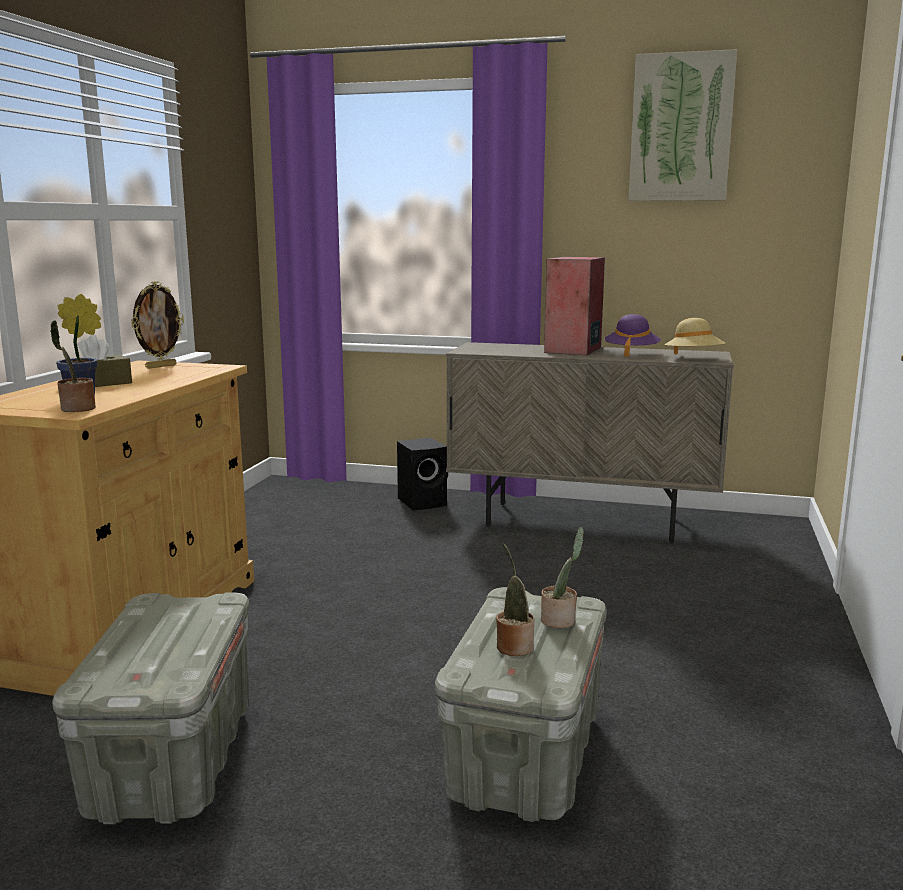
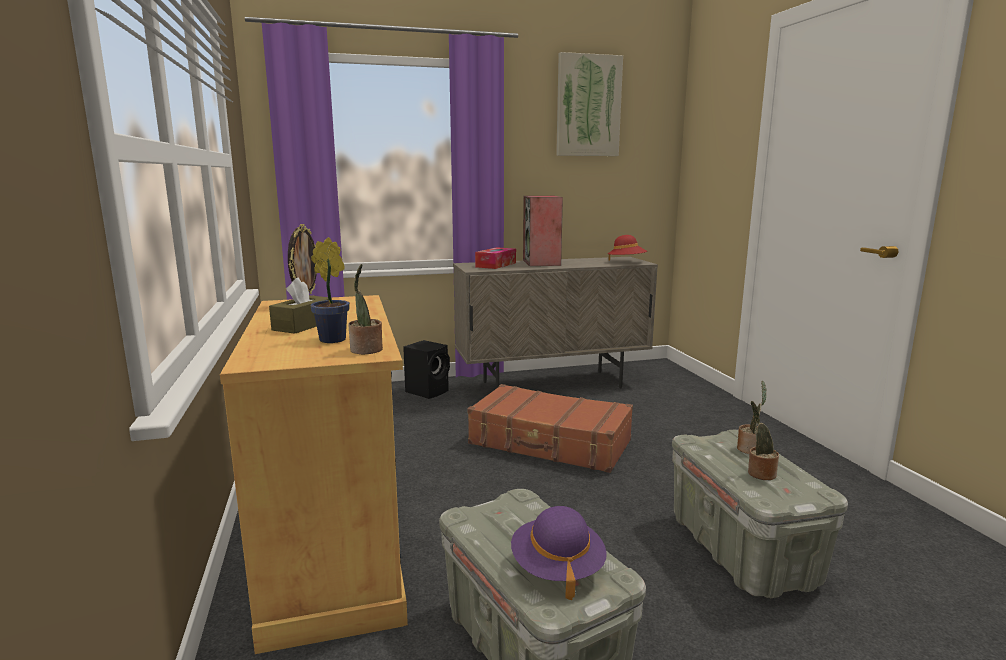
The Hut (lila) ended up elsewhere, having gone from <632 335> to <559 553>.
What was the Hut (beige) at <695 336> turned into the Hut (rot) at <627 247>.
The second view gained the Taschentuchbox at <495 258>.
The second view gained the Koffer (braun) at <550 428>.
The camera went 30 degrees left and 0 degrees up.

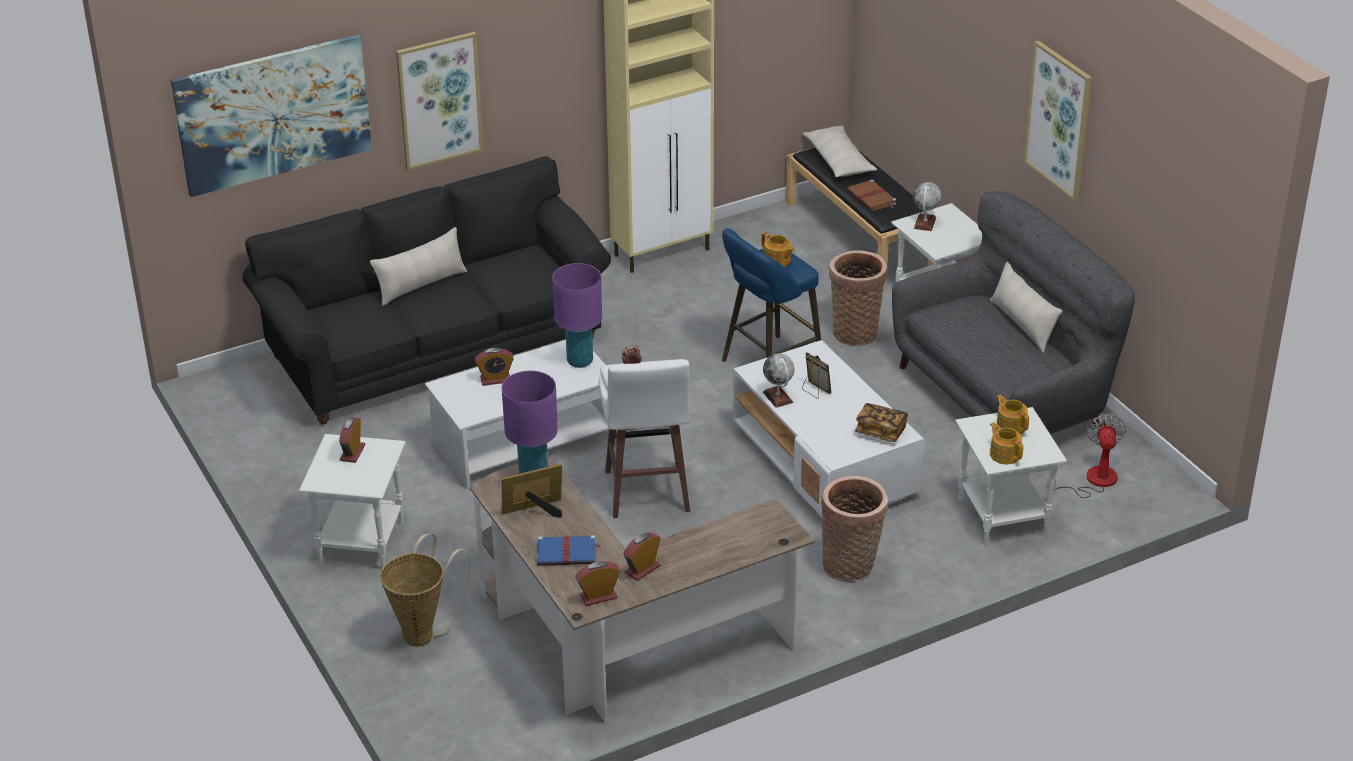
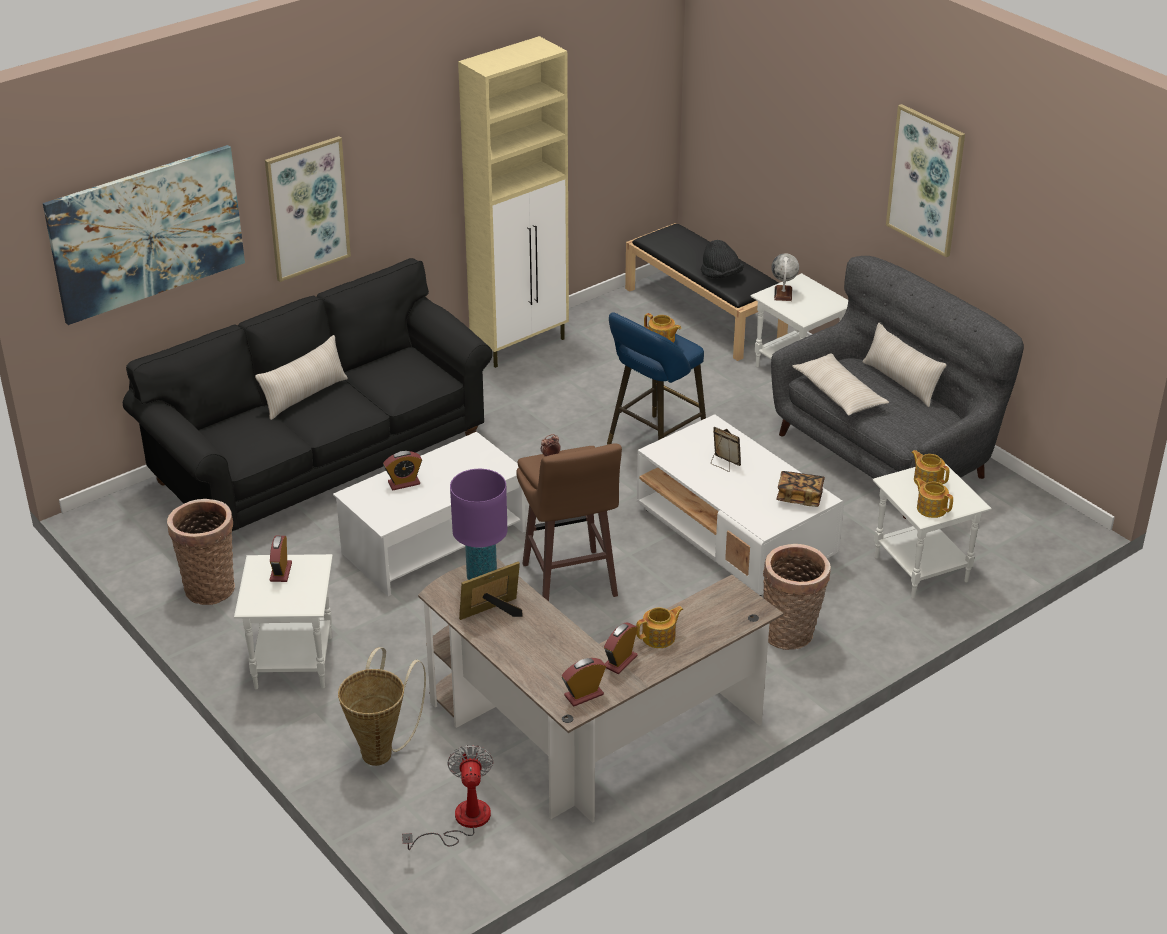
The Kissen (beige) ended up elsewhere, having gone from <840 151> to <840 384>.
Where the Buch (braun) stood at <871 195>, the Hut (schwarz) came to stand at <722 259>.
The Korb ended up elsewhere, having gone from <858 298> to <201 552>.
The second view lost the Tischlampe (lila) at <577 315>.
The second view lost the Globus at <779 380>.
What was the Hocker (weiß) at <645 438> turned into the Hocker (braun) at <569 522>.
The Ventilator ended up elsewhere, having gone from <1086 456> to <447 797>.
The second view lost the Buch (blau) at <569 550>.
The second view gained the Teekanne at <659 627>.
The camera went 10 degrees left and 0 degrees up.

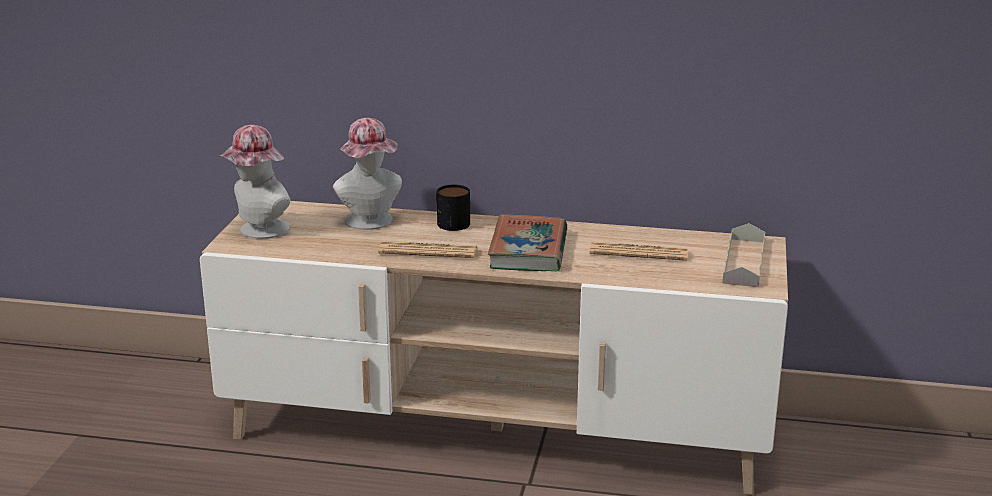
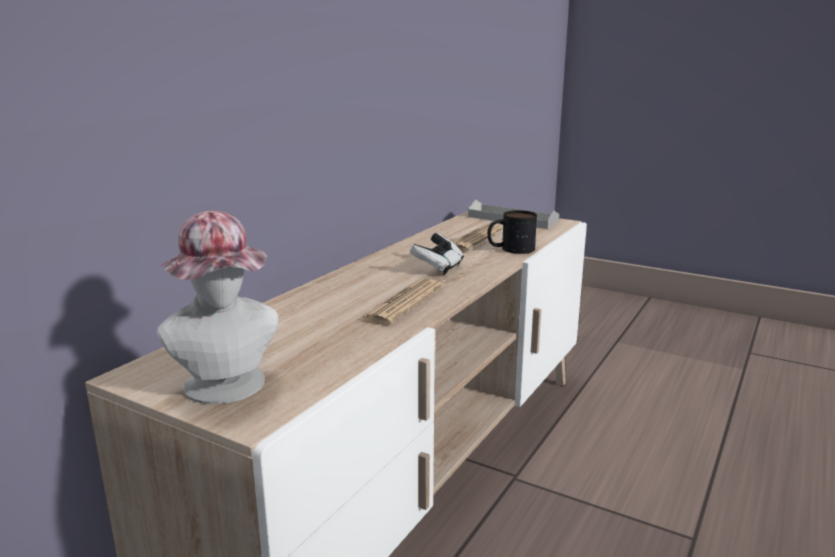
The second view lost the Hut at <367 174>.
The Henkelbecher ended up elsewhere, having gone from <453 208> to <512 232>.
Where the Buch stood at <527 242>, the Gamepad came to stand at <437 254>.
The camera went 70 degrees left and 5 degrees down.

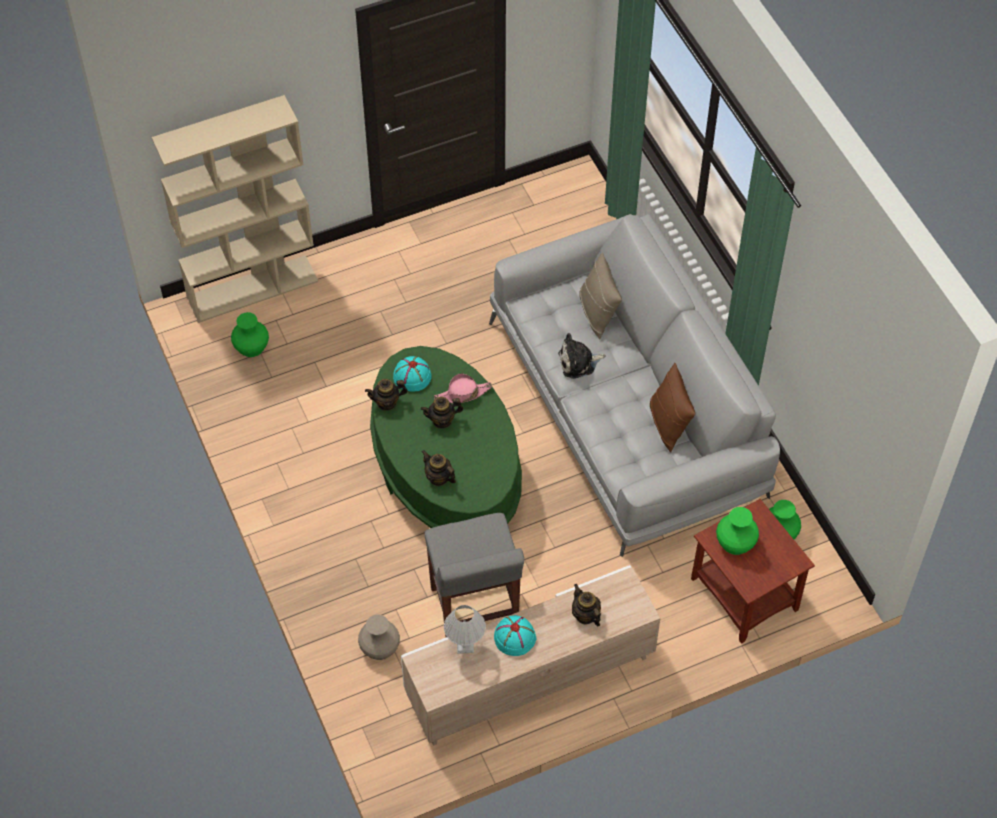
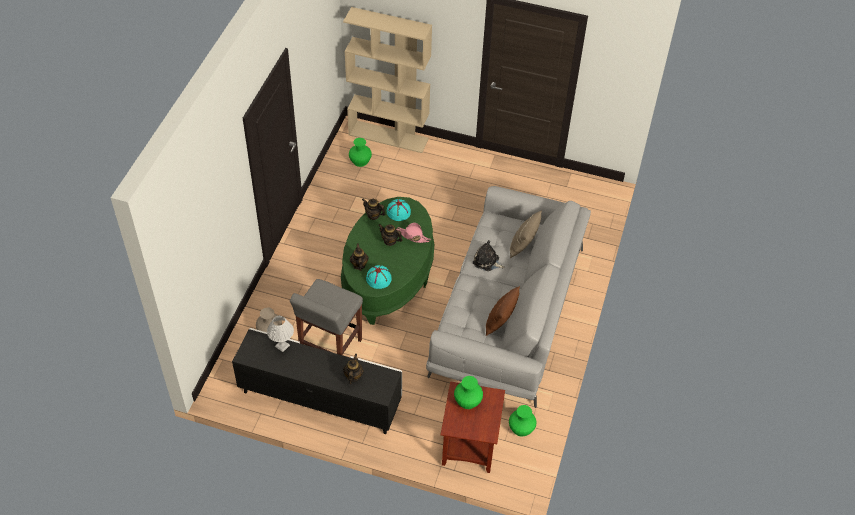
What was the Fernsehschrank (beige) at <530 655> turned into the Fernsehschrank (schwarz) at <317 381>.
The Hut (türkis) ended up elsewhere, having gone from <515 635> to <378 277>.
The camera went 40 degrees right and 5 degrees down.

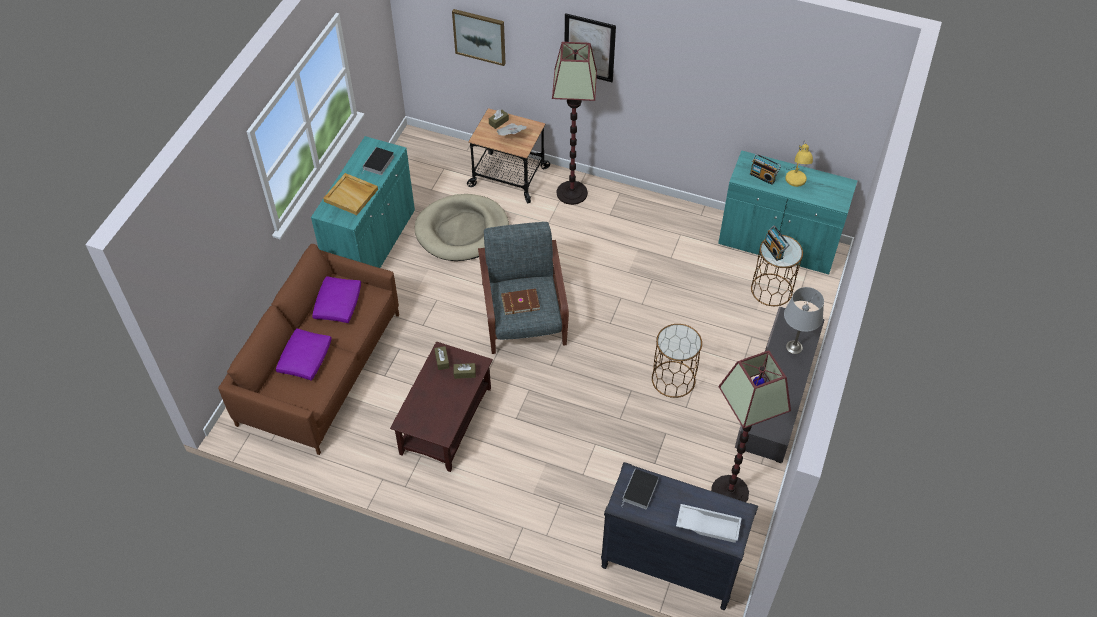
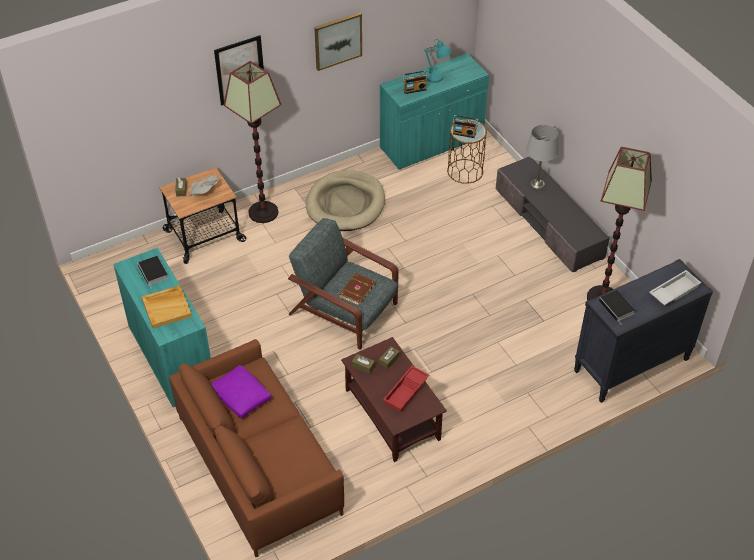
The Bild ended up elsewhere, having gone from <479 37> to <338 41>.
What was the Tischlampe (gelb) at <799 163> turned into the Tischlampe (türkis) at <438 61>.
The Hundebett (beige) ended up elsewhere, having gone from <462 227> to <345 200>.
The second view lost the Beistelltisch (braun) at <677 361>.
The second view lost the Kissen (lila) at <304 354>.
The second view gained the Tablett (rot) at <406 389>.
The camera went 50 degrees left and 5 degrees down.

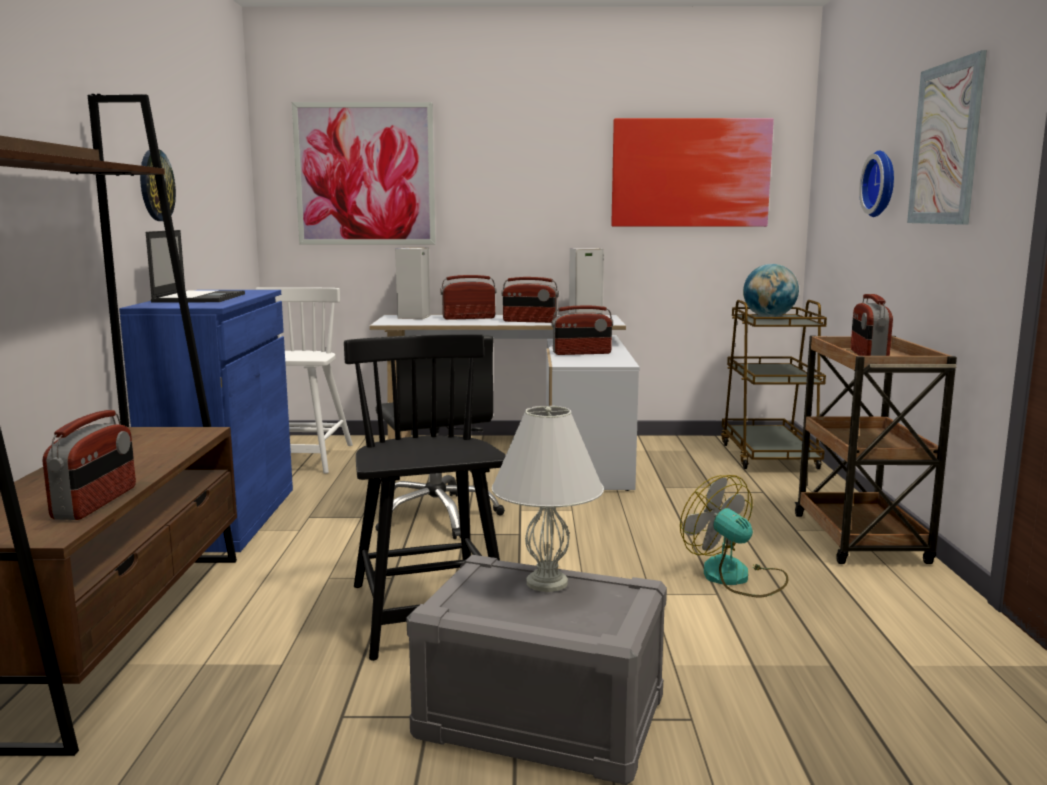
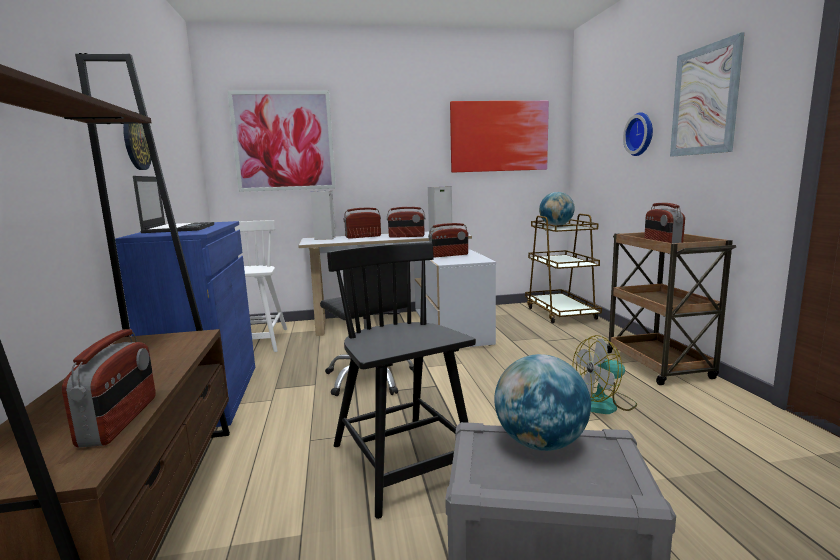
Where the Tischlampe (weiß) stood at <548 499>, the Globus came to stand at <542 402>.
The Ventilator at <734 536> ended up facing another way, 60 degrees counterclockwise from before.
The camera went 10 degrees left and 0 degrees up.

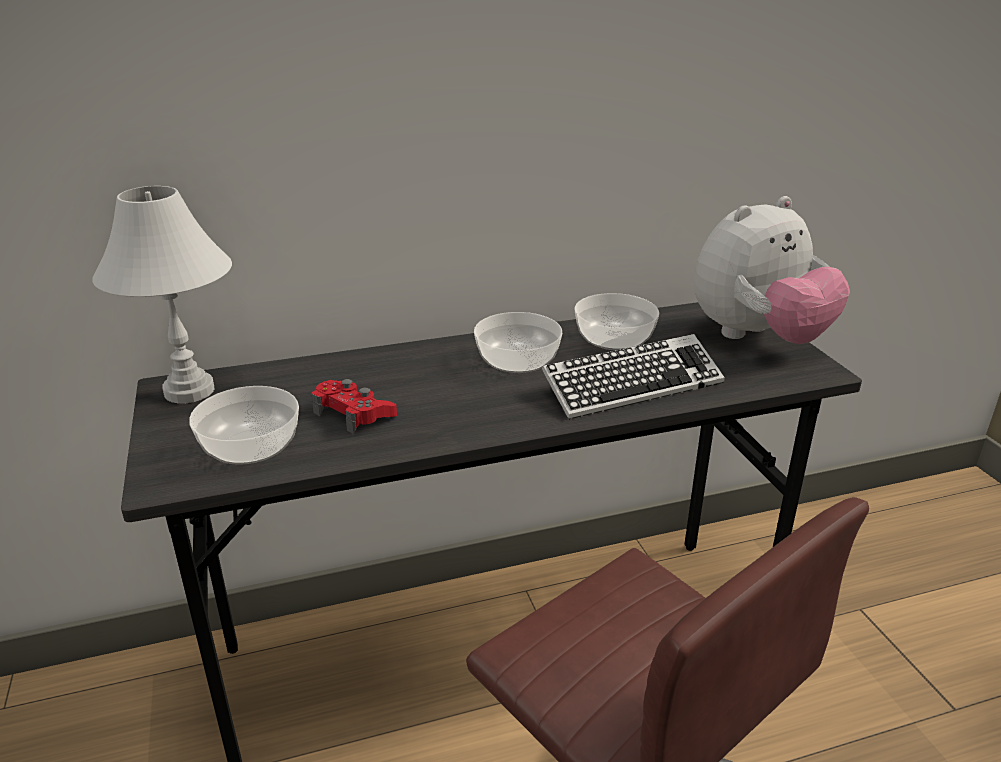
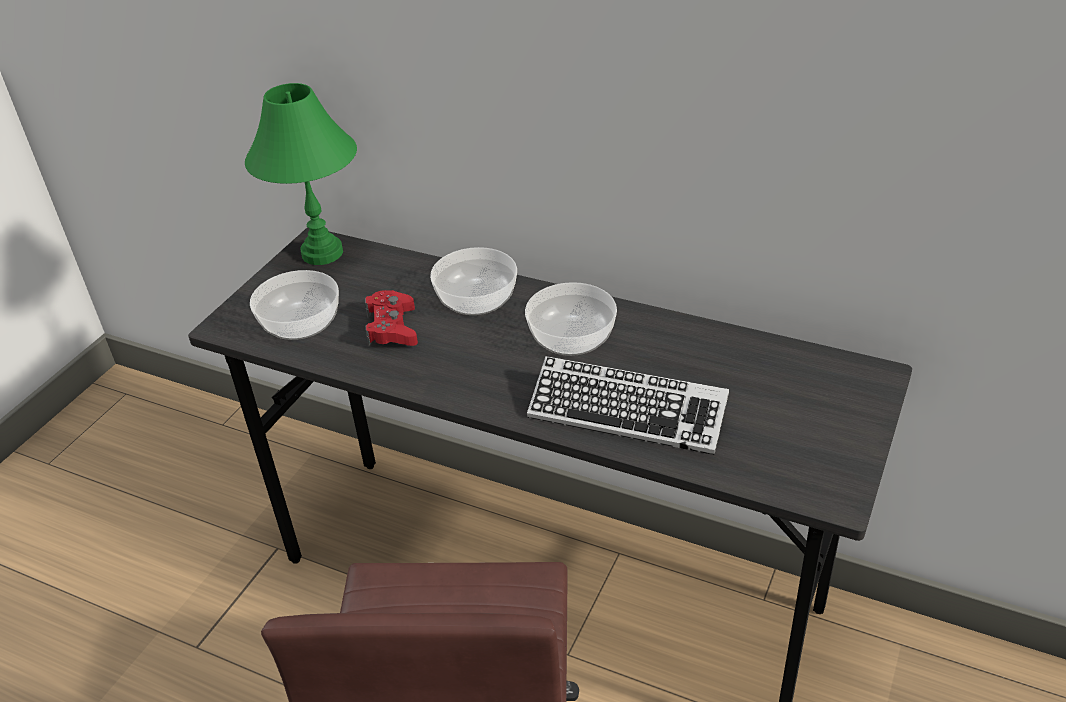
What was the Tischlampe (weiß) at <162 294> turned into the Tischlampe (grün) at <301 174>.
The second view lost the Plüschtier at <772 270>.
The Schüssel ended up elsewhere, having gone from <616 321> to <473 281>.
The camera went 45 degrees right and 10 degrees up.

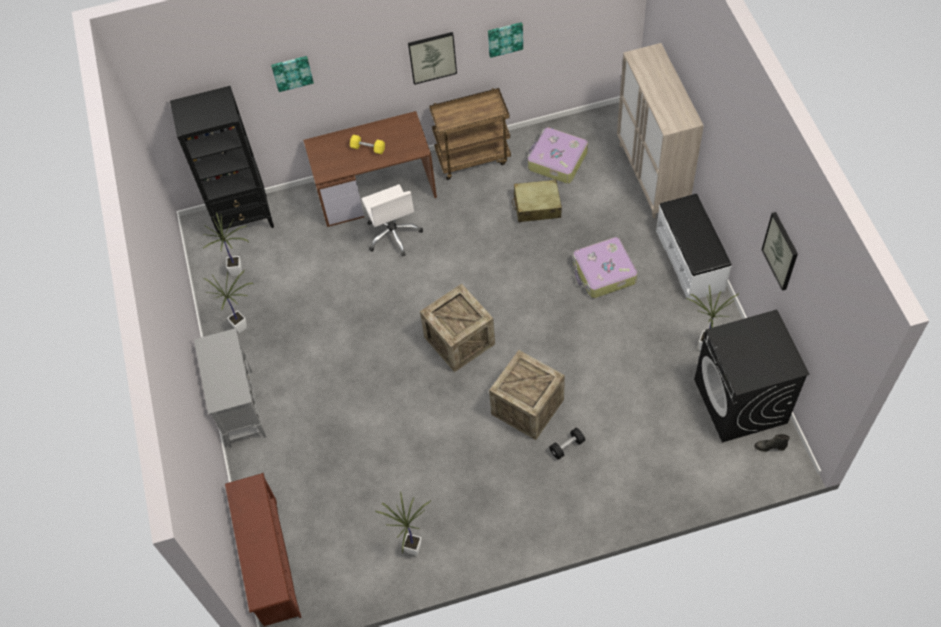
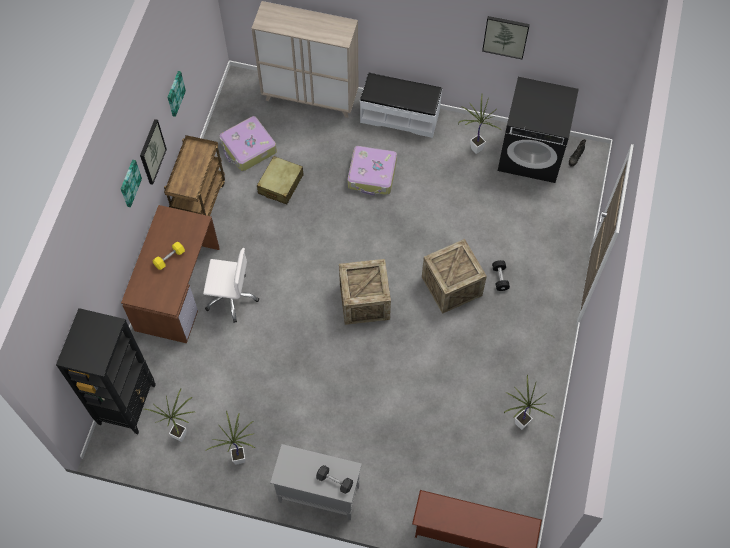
The Bild ended up elsewhere, having gone from <292 74> to <131 184>.
The second view gained the Hantel (grau) at <334 479>.
The camera went 65 degrees left and 5 degrees up.

